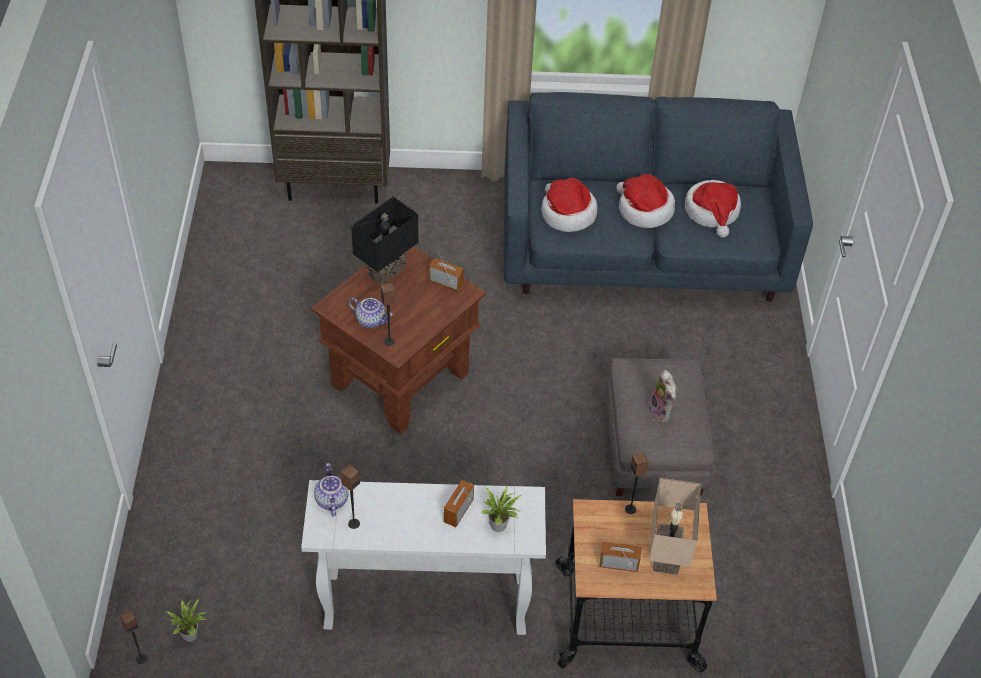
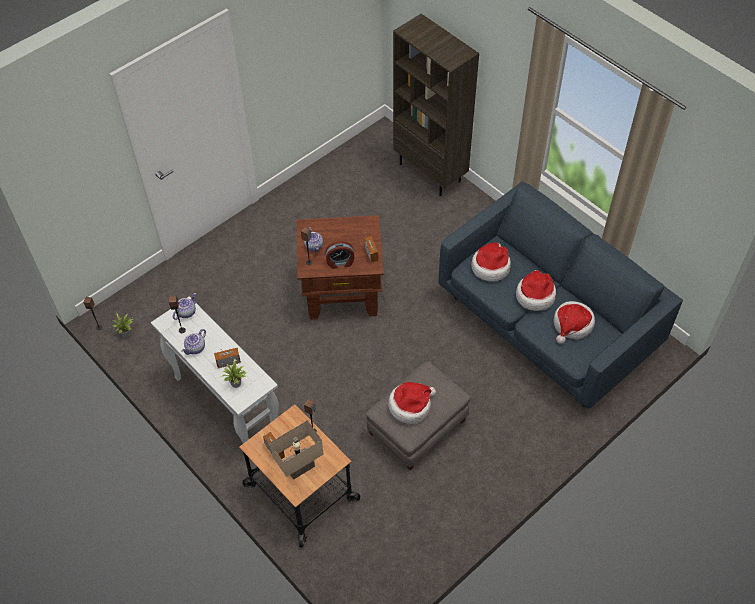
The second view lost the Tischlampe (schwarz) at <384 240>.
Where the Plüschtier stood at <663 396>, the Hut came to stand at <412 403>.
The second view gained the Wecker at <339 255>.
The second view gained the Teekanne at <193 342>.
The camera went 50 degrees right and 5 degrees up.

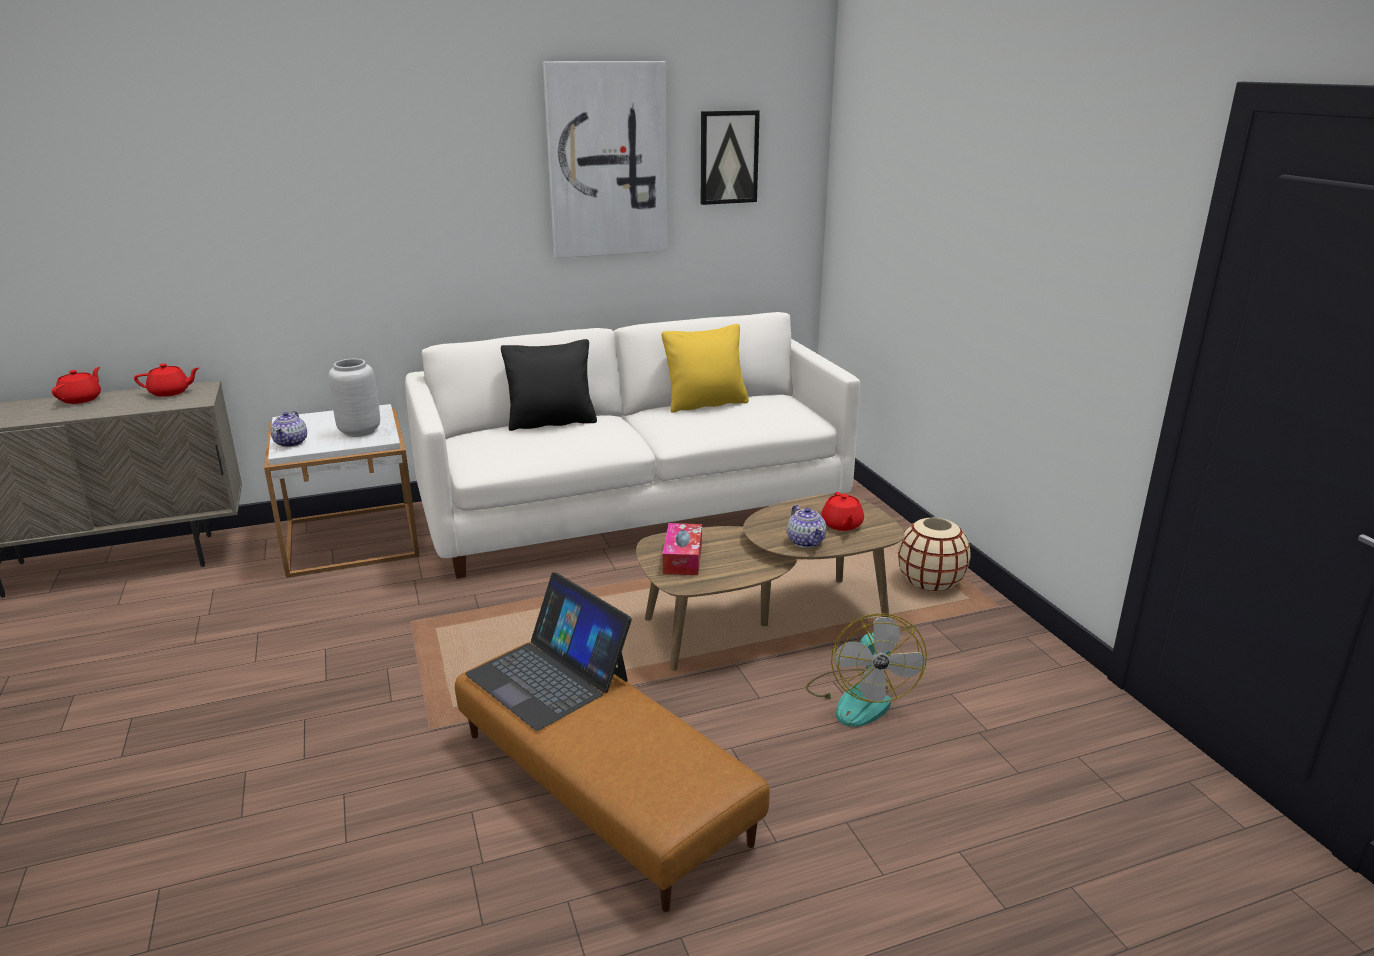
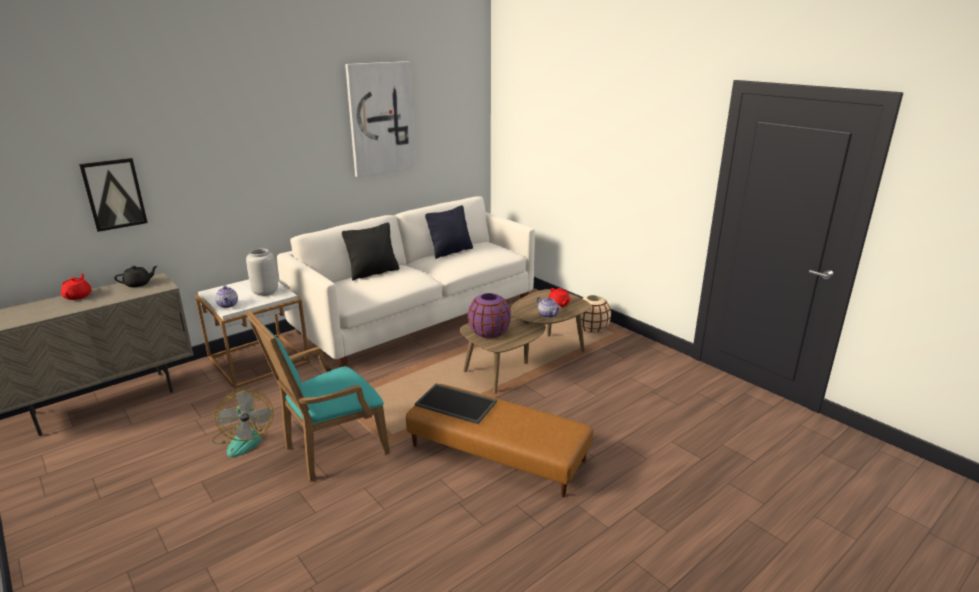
The Bild ended up elsewhere, having gone from <730 157> to <113 195>.
What was the Kissen (gelb) at <705 368> turned into the Kissen (schwarz) at <449 232>.
What was the Teekanne (rot) at <166 380> turned into the Teekanne (schwarz) at <135 276>.
Where the Taschentuchbox stood at <682 549>, the Vase (lila) came to stand at <489 315>.
Where the Laptop stood at <548 651>, the Tablett came to stand at <456 403>.
The Ventilator ended up elsewhere, having gone from <866 670> to <243 423>.
The second view gained the Sessel (türkis) at <317 396>.
The camera went 20 degrees left and 0 degrees up.

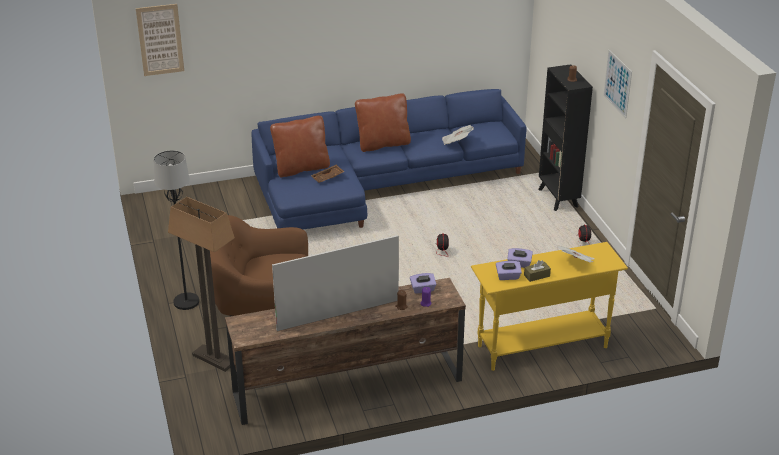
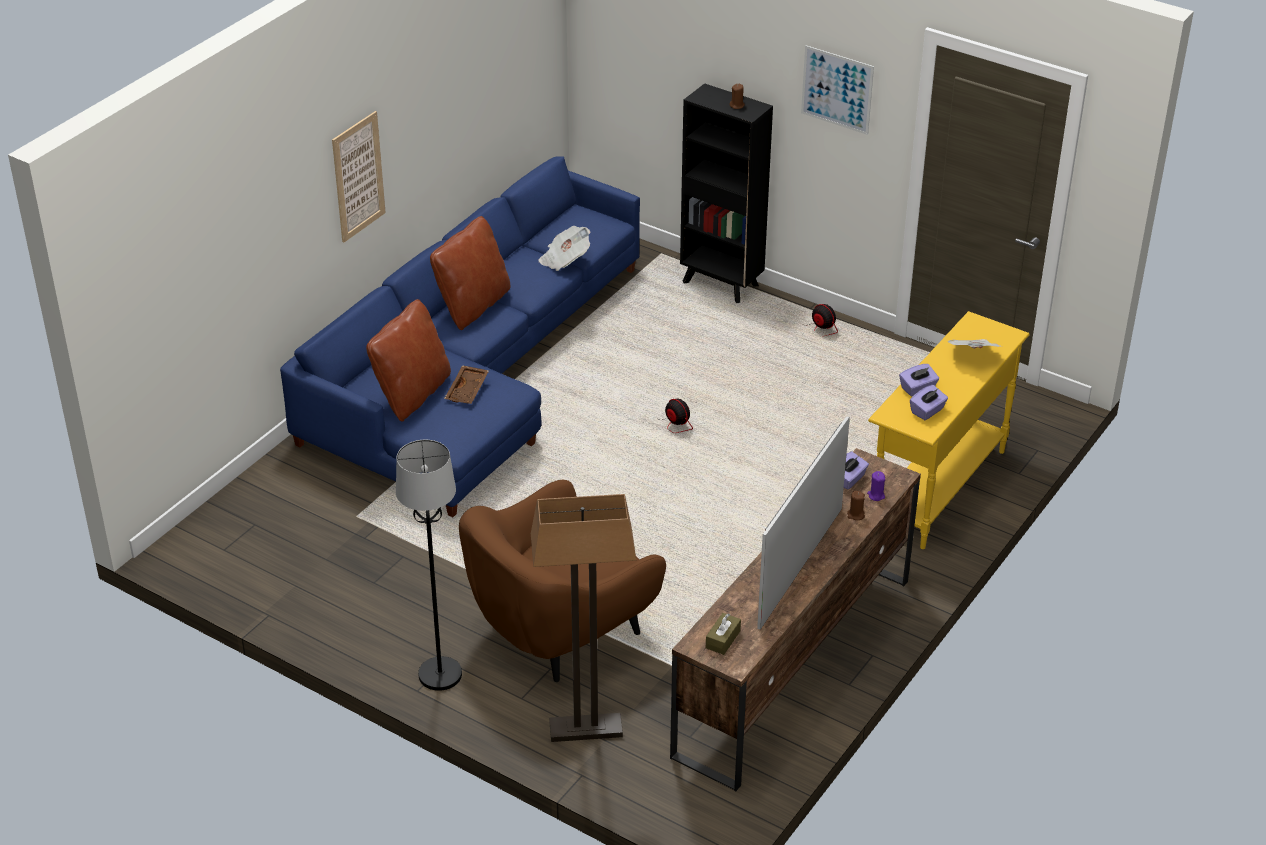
The Bild ended up elsewhere, having gone from <160 40> to <359 177>.
The Taschentuchbox (braun) ended up elsewhere, having gone from <537 271> to <723 634>.
The camera went 40 degrees left and 5 degrees up.

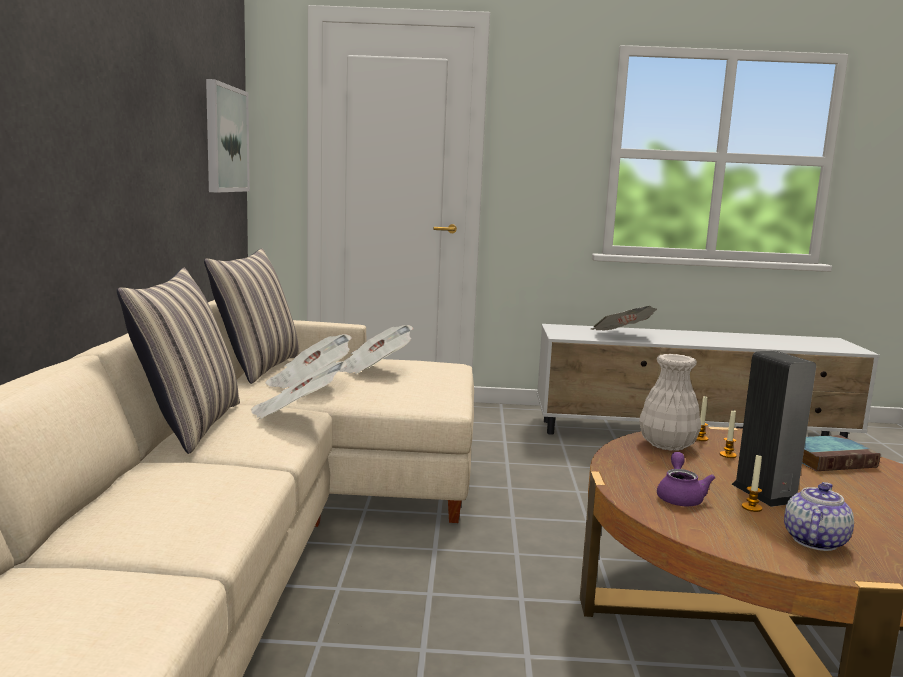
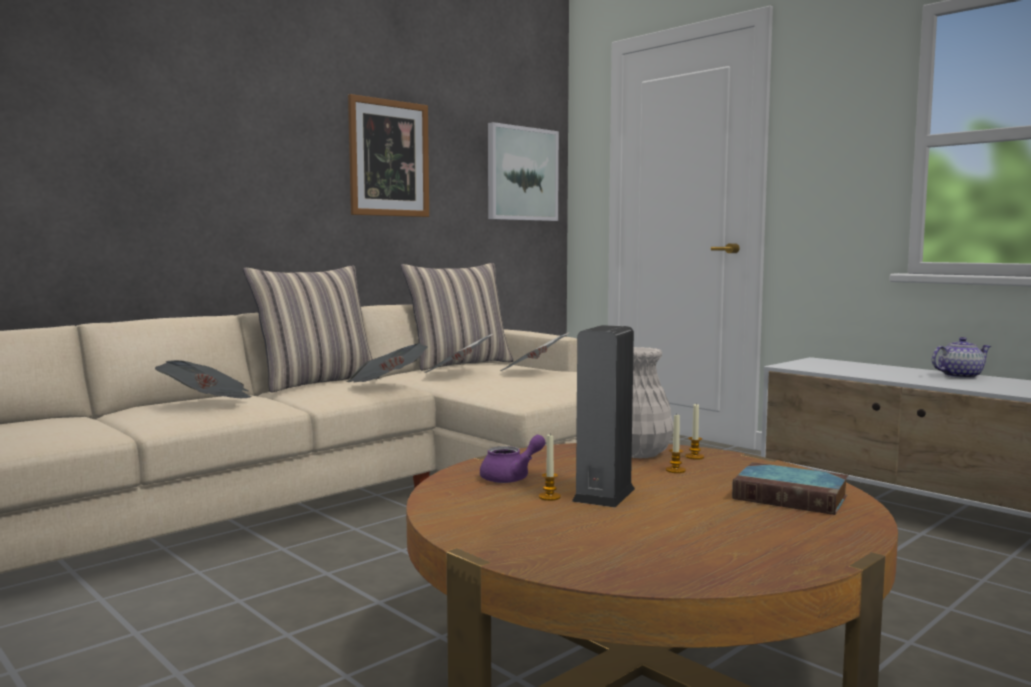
The Zeitung ended up elsewhere, having gone from <624 318> to <203 379>.
The Teekanne ended up elsewhere, having gone from <819 516> to <961 358>.
The second view gained the Bild at <388 155>.
The camera went 45 degrees right and 5 degrees down.

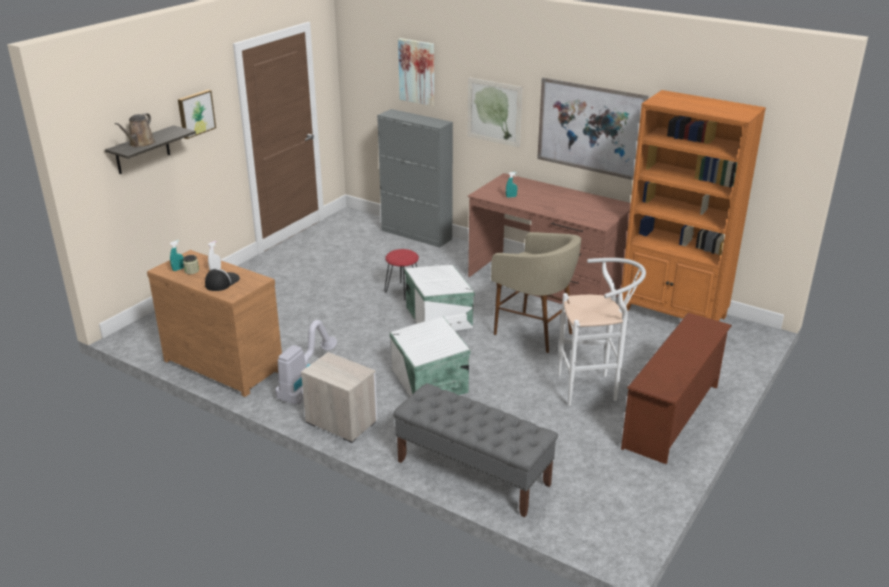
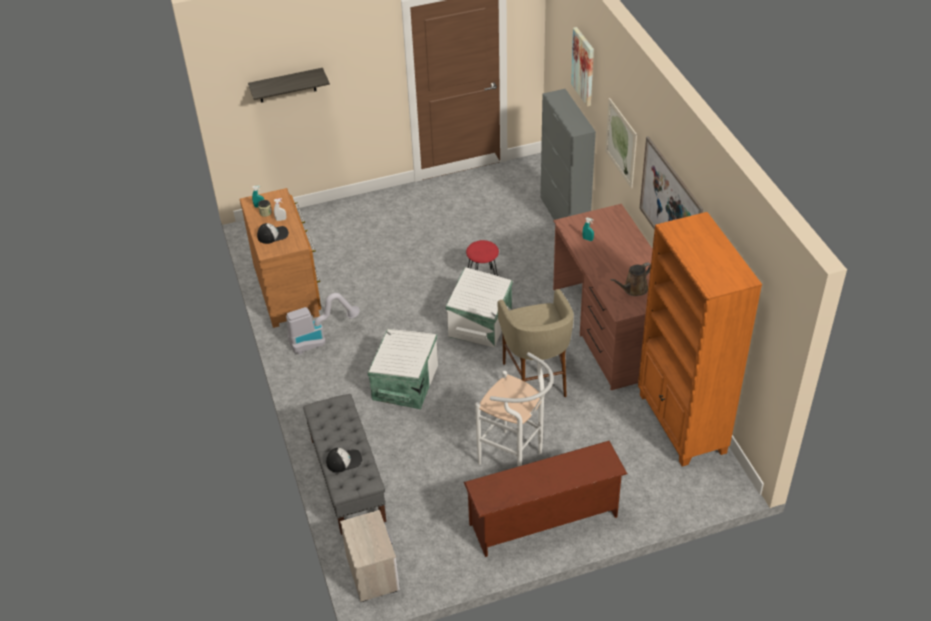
The second view lost the Bild at <197 114>.
The Gießkanne (braun) ended up elsewhere, having gone from <135 130> to <630 279>.
The Nachttisch ended up elsewhere, having gone from <339 397> to <370 556>.
The second view gained the Kappe at <344 460>.
The camera went 40 degrees right and 15 degrees up.

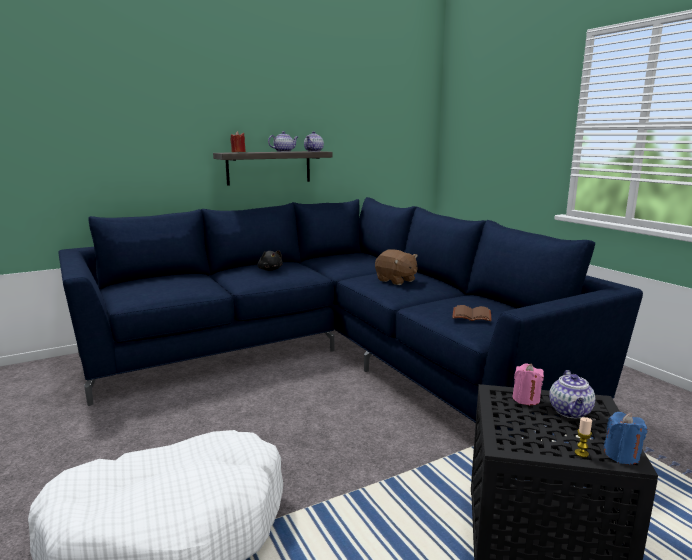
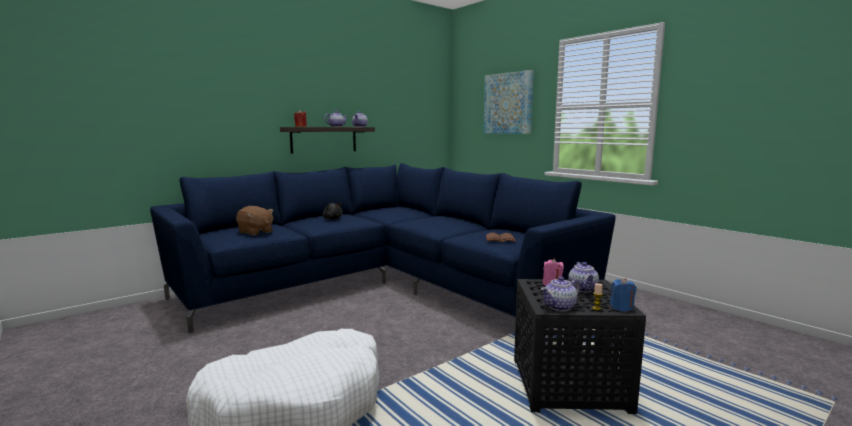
The Plüschtier (braun) ended up elsewhere, having gone from <396 267> to <255 221>.
The second view gained the Bild at <509 102>.
The second view gained the Teekanne at <560 294>.
The camera went 10 degrees left and 5 degrees down.

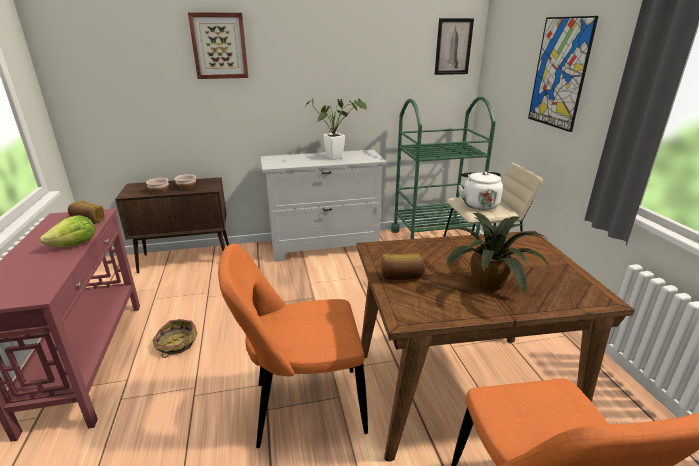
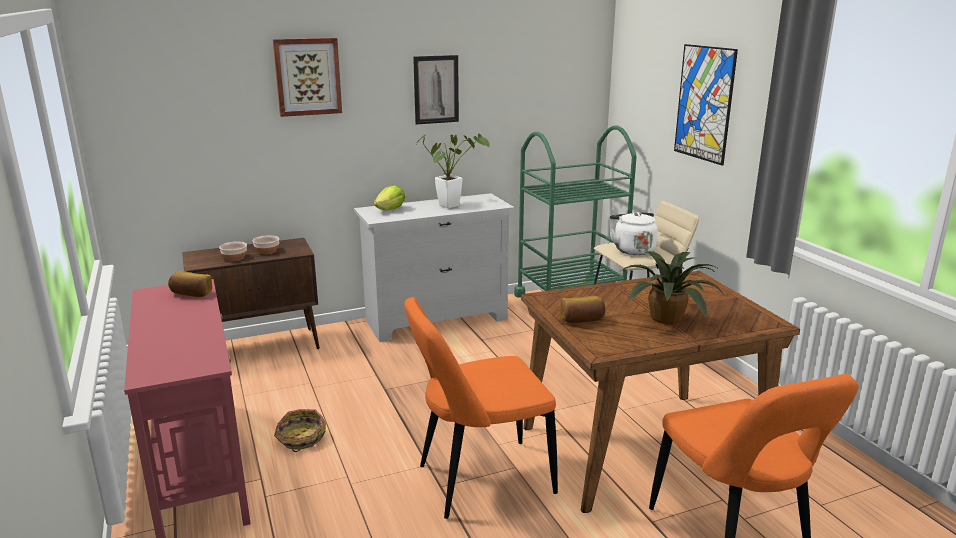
The Bild ended up elsewhere, having gone from <454 46> to <436 90>.
The Salatkopf ended up elsewhere, having gone from <67 231> to <389 197>.
The camera went 10 degrees left and 5 degrees down.

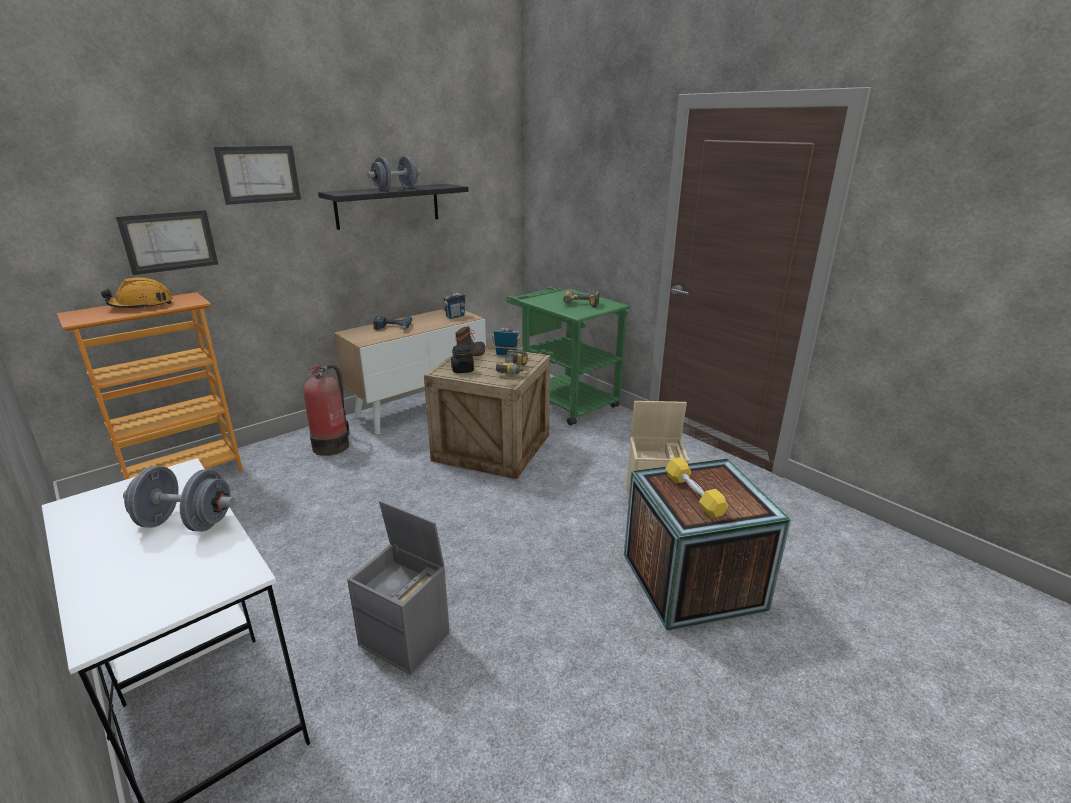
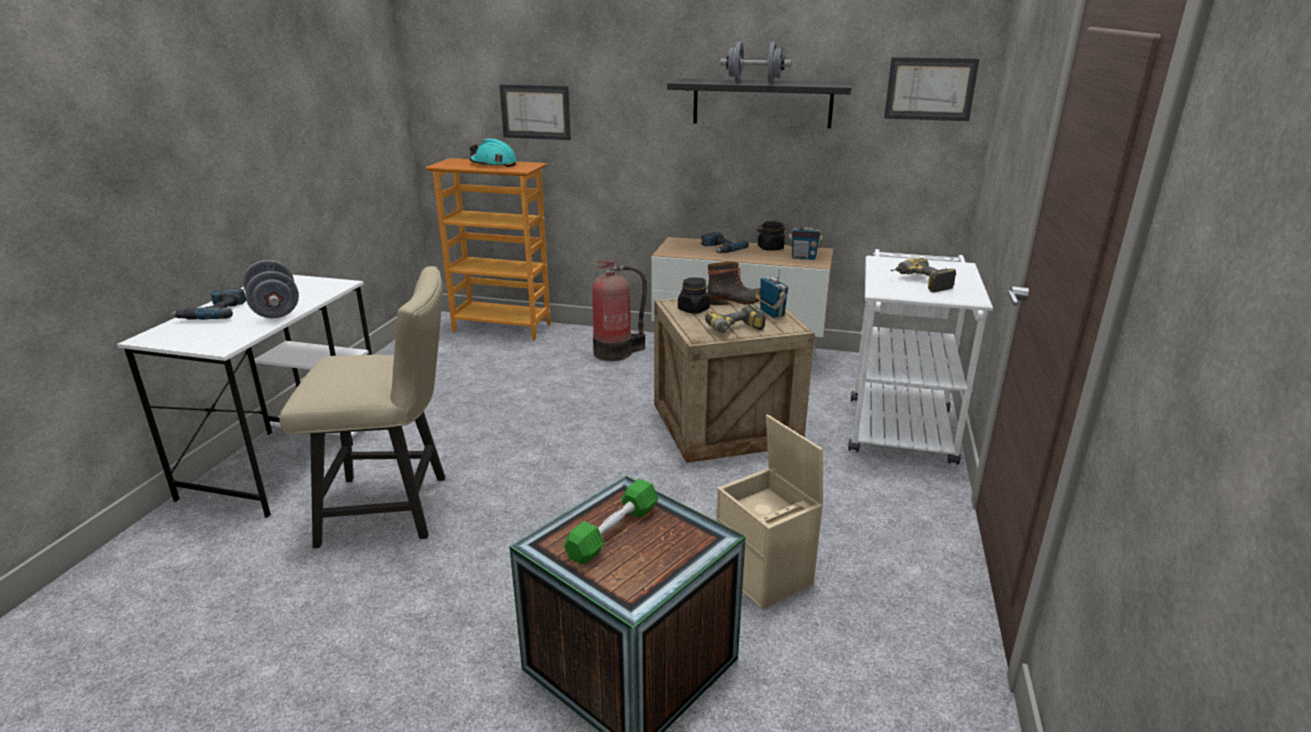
The Bild ended up elsewhere, having gone from <257 175> to <931 89>.
What was the Schutzhelm (orange) at <137 293> turned into the Schutzhelm (türkis) at <493 153>.
What was the Rollwagen (grün) at <568 356> turned into the Rollwagen (weiß) at <920 357>.
What was the Hantel (gelb) at <696 487> turned into the Hantel (grün) at <611 522>.
Where the Aufbewahrungsbox (grau) stood at <398 587>, the Stuhl (beige) came to stand at <362 407>.
The second view gained the Vorratsglas (schwarz) at <771 236>.
The second view gained the Bohrmaschine at <208 304>.
The camera went 55 degrees right and 0 degrees up.

